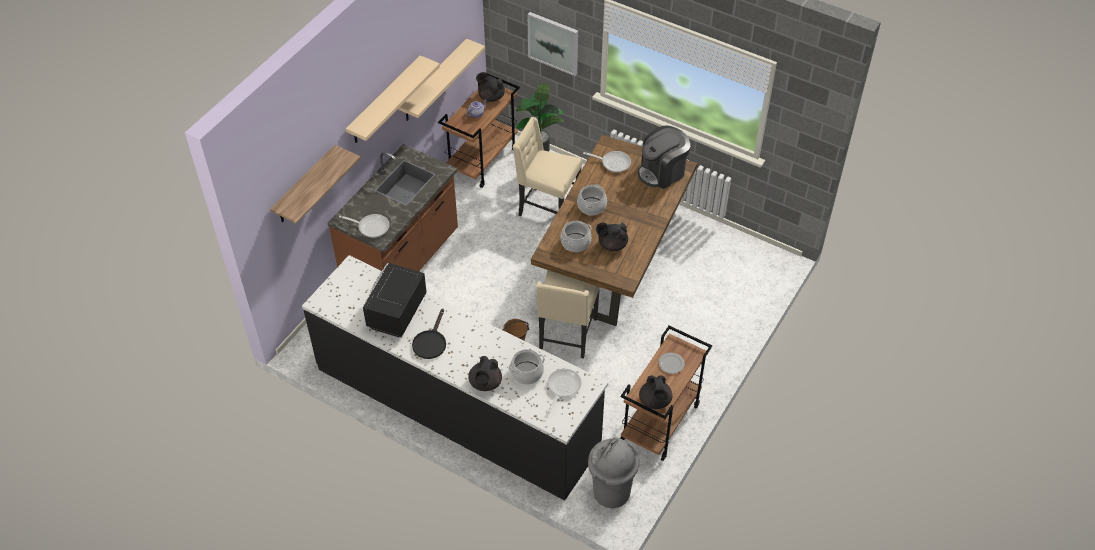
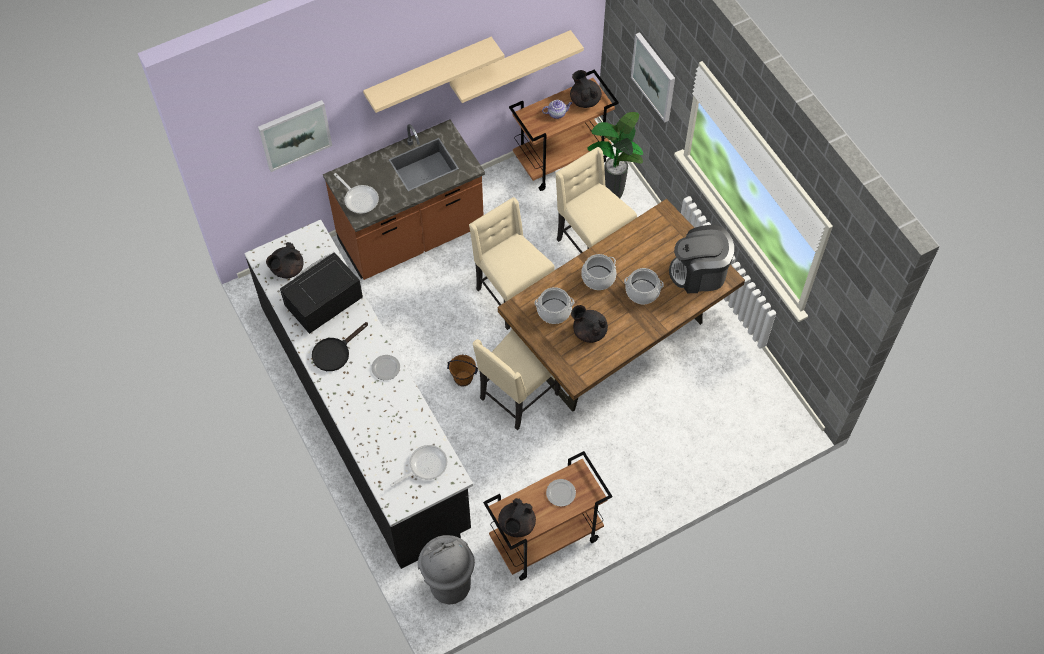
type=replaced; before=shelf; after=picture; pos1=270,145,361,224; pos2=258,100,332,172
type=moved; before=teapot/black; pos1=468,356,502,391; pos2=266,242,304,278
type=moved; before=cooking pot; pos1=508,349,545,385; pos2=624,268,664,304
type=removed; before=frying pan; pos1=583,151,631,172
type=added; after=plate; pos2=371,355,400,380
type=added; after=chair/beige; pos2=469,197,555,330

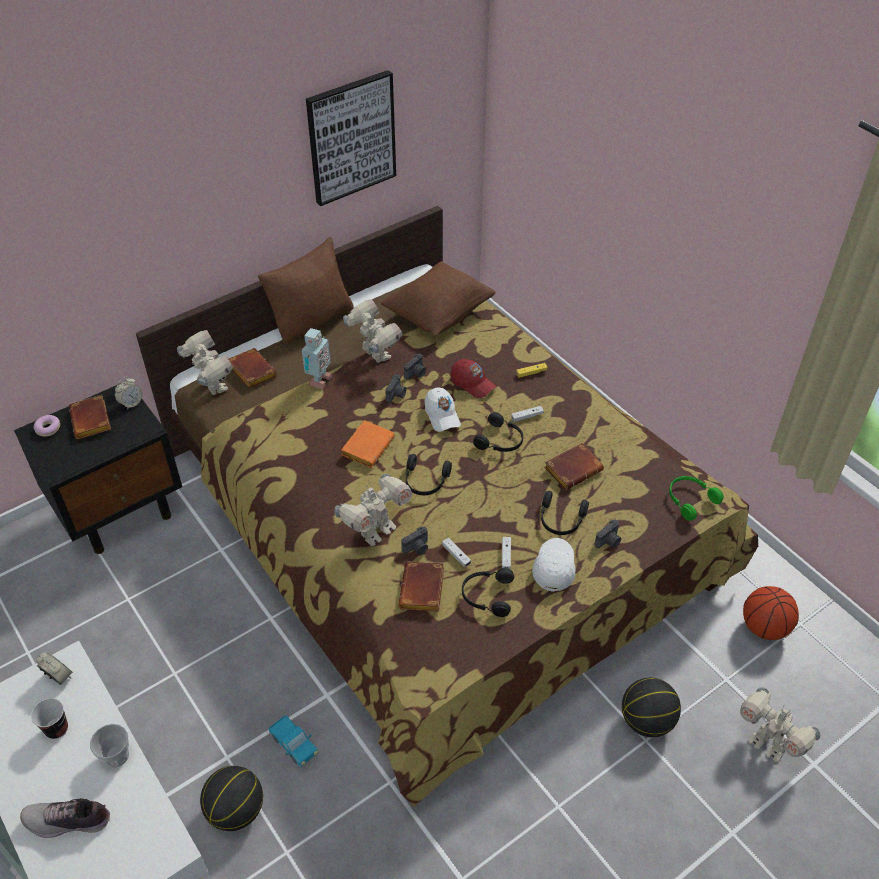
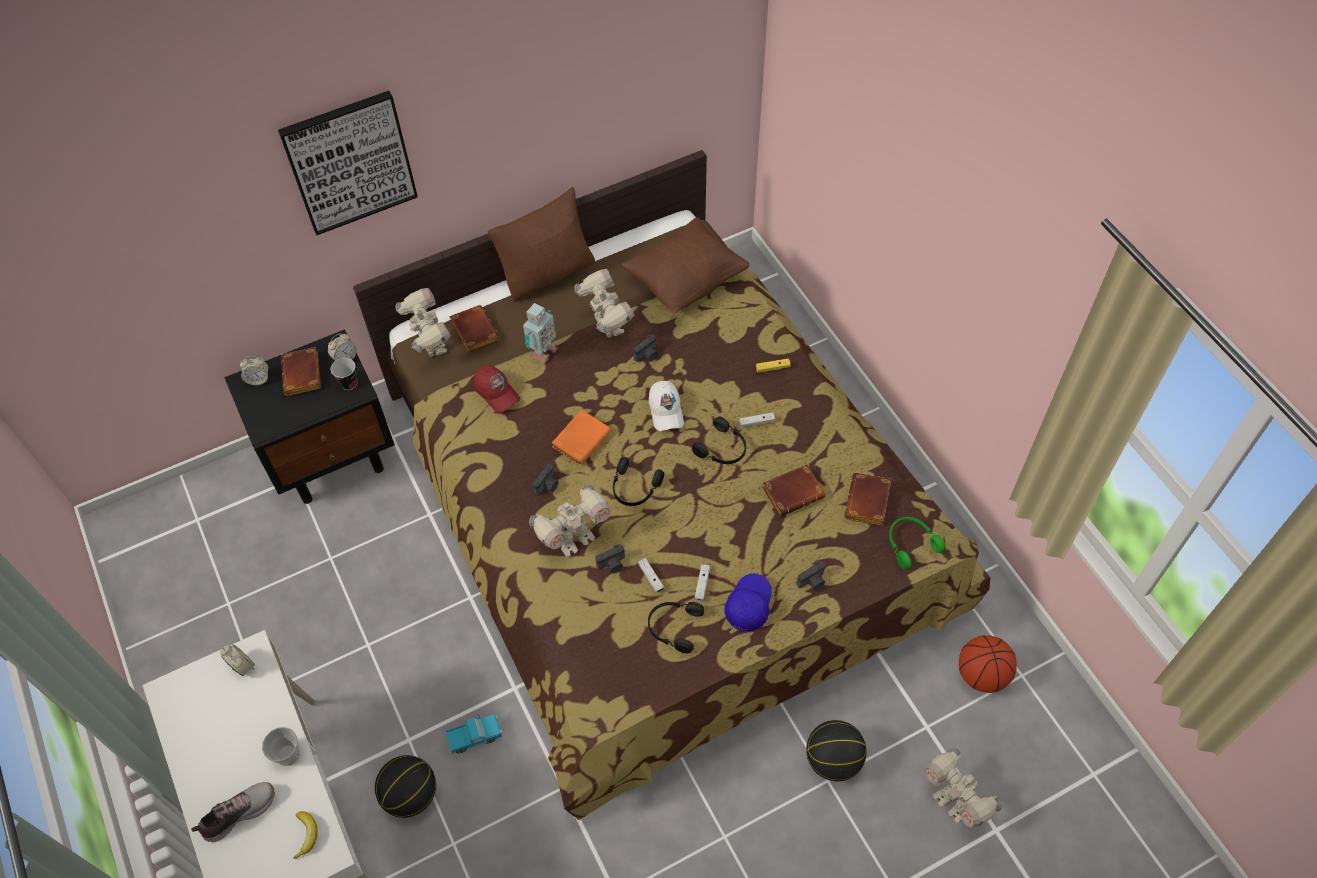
type=turned; before=shoe; pos1=20,798,110,838; pos2=191,782,275,842; turn=135
type=moved; before=cup; pos1=31,698,68,739; pos2=331,358,358,390
type=replaced; before=donut; after=alarm clock; pos1=33,415,60,437; pos2=240,356,269,385
type=turned; before=toy truck; pos1=269,715,319,768; pos2=446,714,503,754; turn=-75
type=moved; before=picture; pos1=306,70,396,206; pos2=278,91,418,235
type=moved; before=photo camera; pos1=385,374,406,402; pos2=532,464,559,496
type=moved; before=book/brown; pos1=398,562,444,612; pos2=844,473,892,526
type=moved; before=cap/red; pos1=451,359,497,398; pos2=474,365,520,413
type=recoloured; before=cap/white; after=cap/blue; pos1=532,538,576,592; pos2=725,573,772,632
type=removed; before=headphones/black; pos1=541,491,589,535
type=added; after=banana; pos2=293,811,317,859

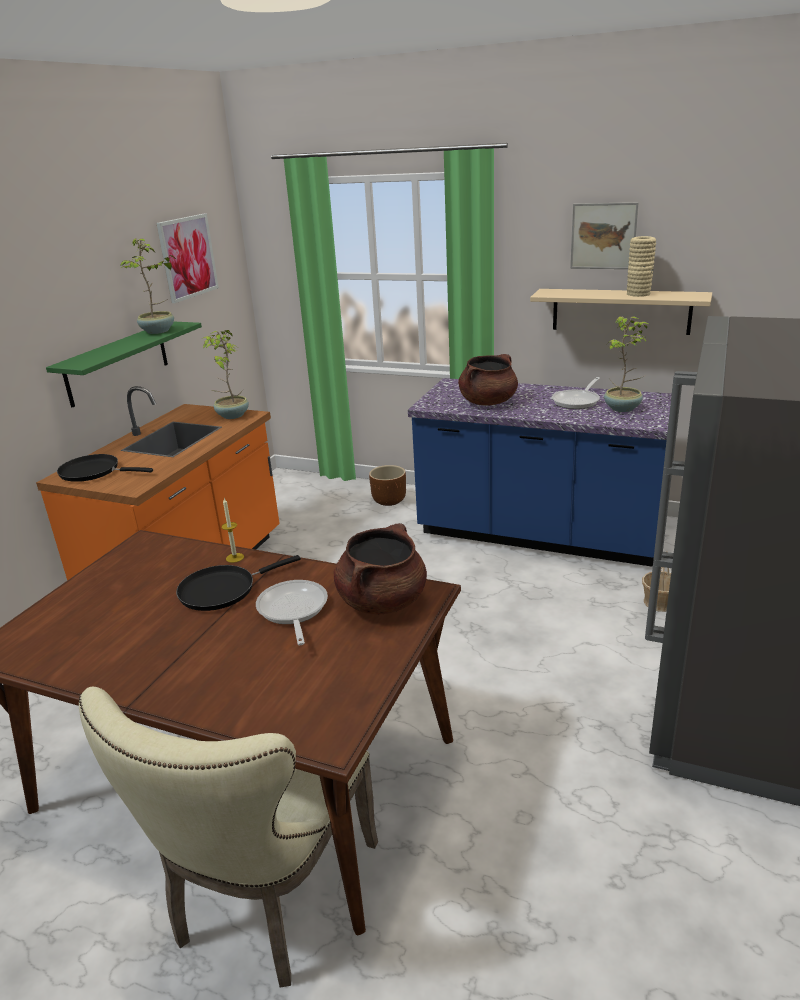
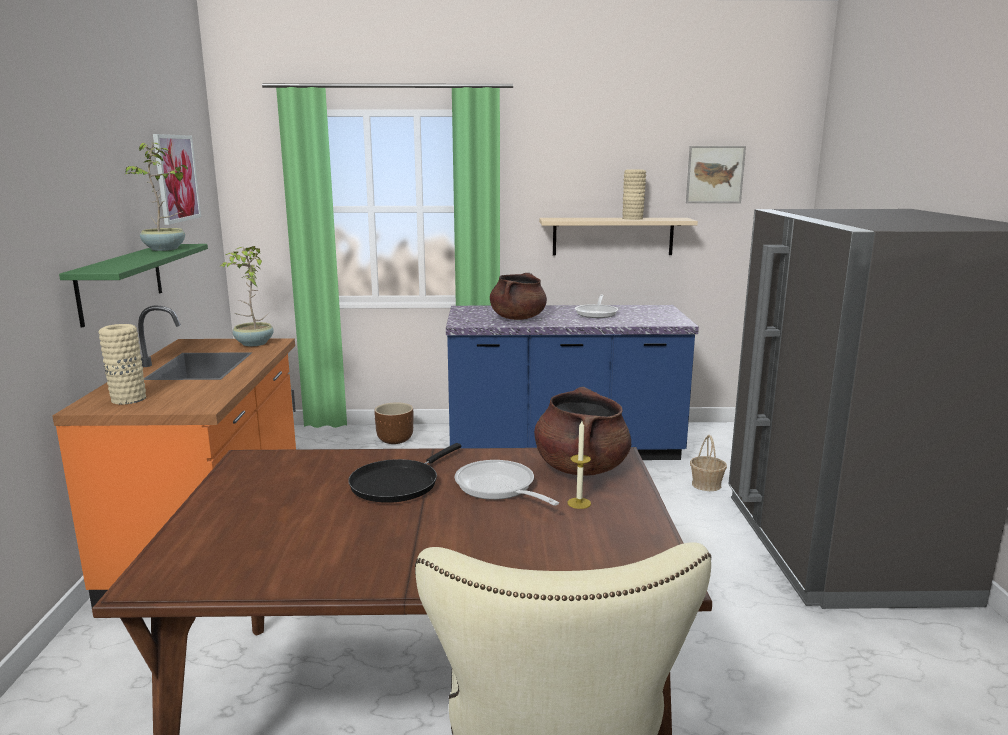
type=replaced; before=frying pan/black; after=vase/beige; pos1=57,454,153,482; pos2=98,324,146,405
type=moved; before=candle; pos1=221,498,244,563; pos2=567,421,591,509
type=moved; before=picture; pos1=570,202,639,269; pos2=686,146,746,203
type=removed; before=potted plant; pos1=604,316,648,412

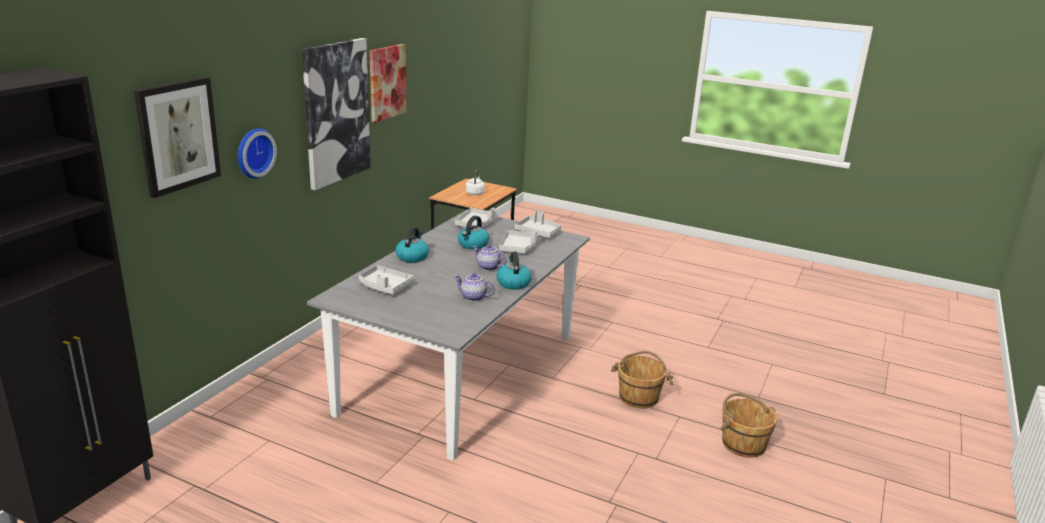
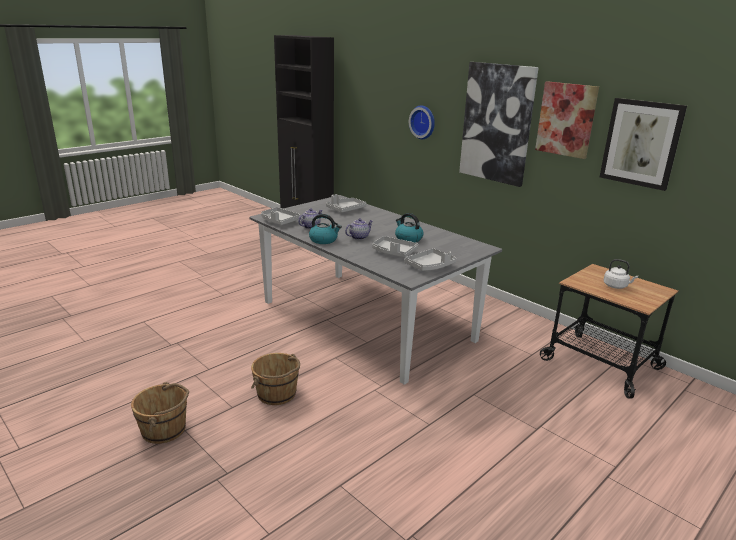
type=moved; before=picture; pos1=134,77,221,198; pos2=600,98,687,191
type=removed; before=kettle; pos1=396,227,429,262
type=moved; before=tray/grey; pos1=455,208,498,228; pos2=261,207,300,225

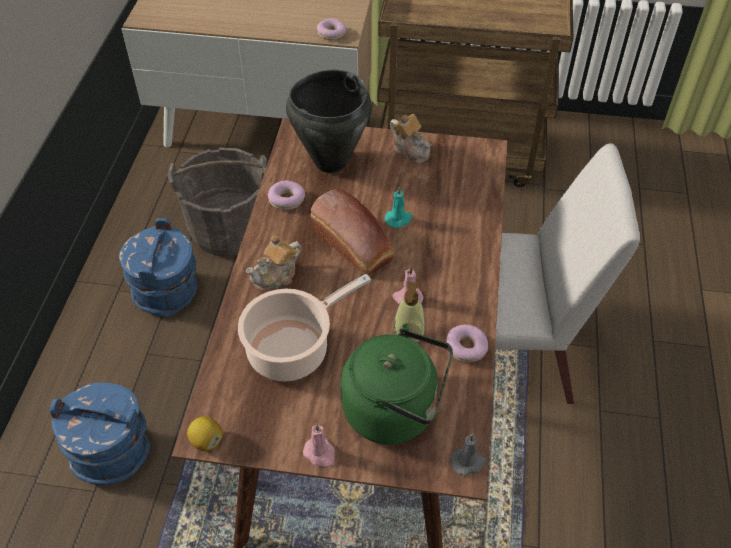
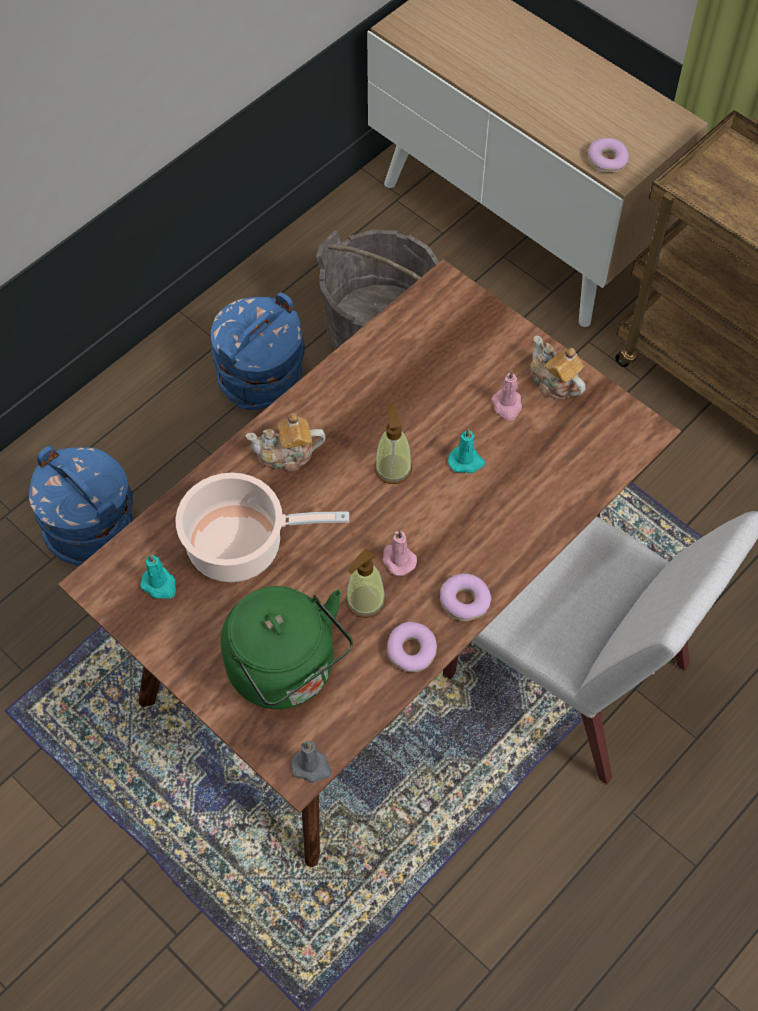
type=removed; before=lemon; pos1=187,416,223,451
type=moved; before=donut; pos1=268,180,305,210; pos2=440,573,491,621
type=removed; before=cooking pot/black; pos1=286,70,371,173
type=moved; before=candle/pink; pos1=303,424,335,467; pos2=491,370,522,421
type=replaced; before=bread; after=soap dispenser; pos1=310,189,395,275; pos2=374,404,412,484
type=turned; before=teapot; pos1=390,114,432,164; pos2=530,336,586,399; turn=150
type=added; after=candle/turquoise; pos2=140,554,176,599

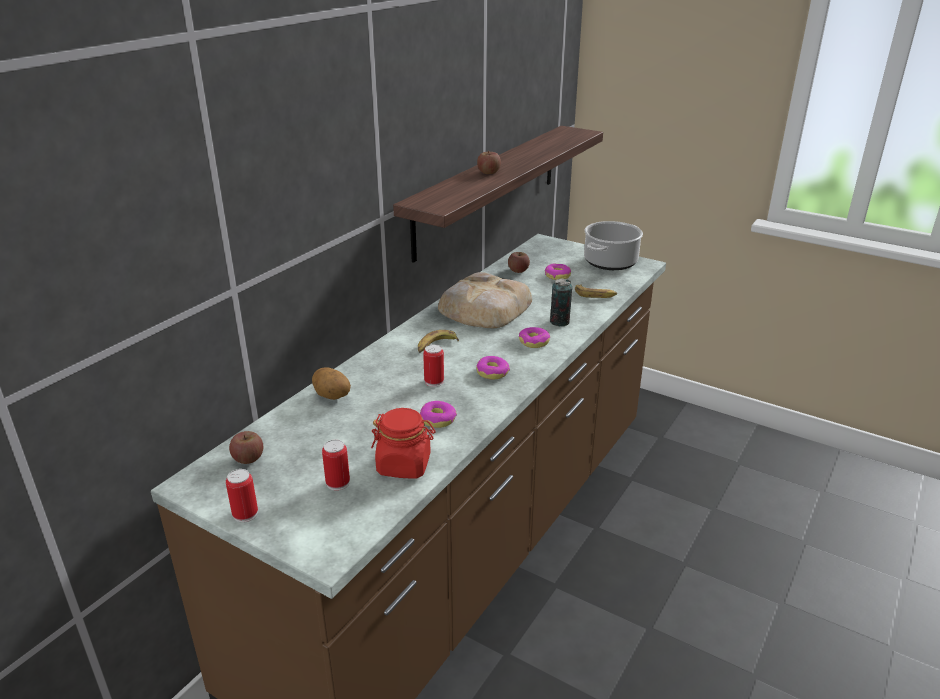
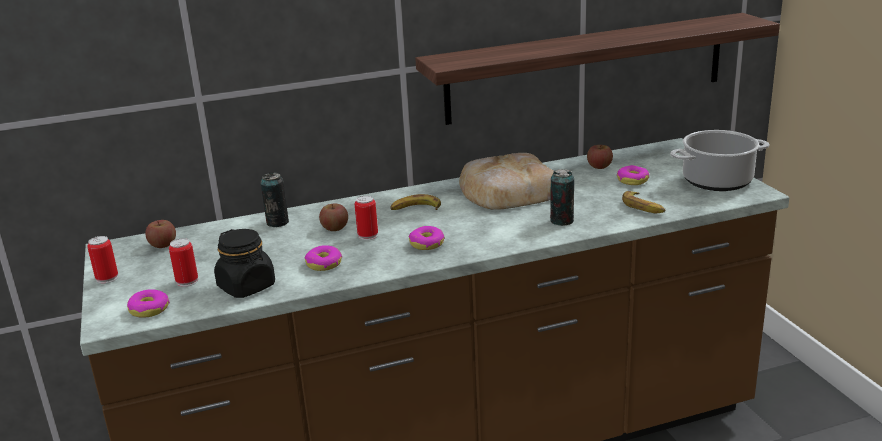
type=replaced; before=potato; after=can; pos1=312,367,351,400; pos2=260,173,289,227
type=recoloured; before=jar/red; after=jar/black; pos1=371,408,436,479; pos2=214,229,275,298
type=moved; before=apple; pos1=477,151,501,174; pos2=319,204,348,231
type=moved; before=donut; pos1=519,327,550,348; pos2=127,289,170,318

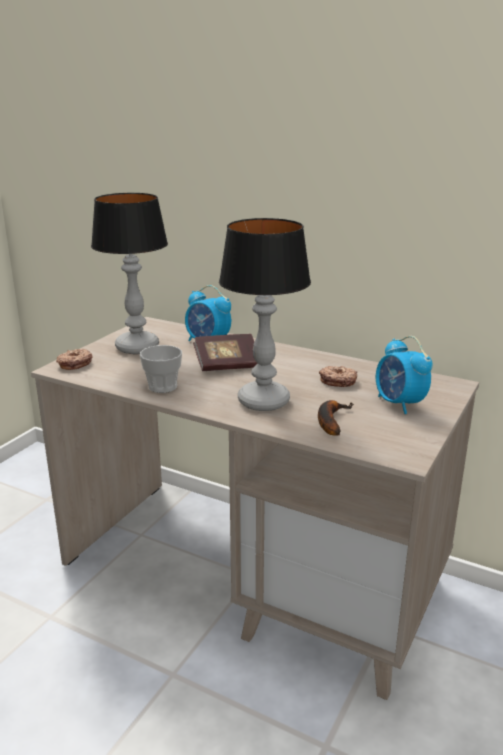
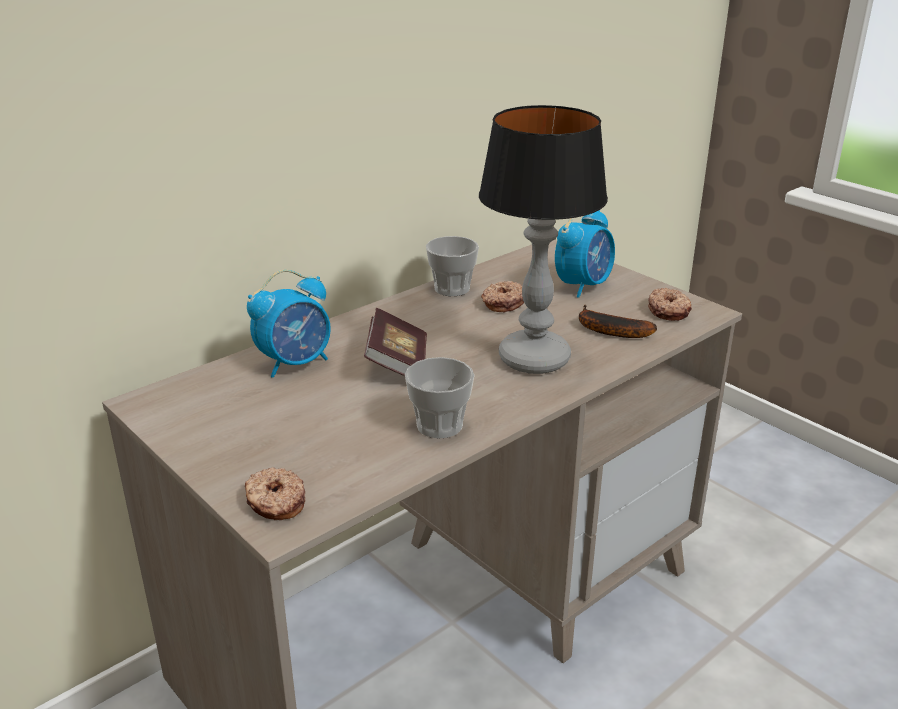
type=removed; before=table lamp; pos1=91,193,168,354
type=turned; before=alarm clock; pos1=376,336,433,414; pos2=555,210,615,298; turn=-45
type=added; after=cup; pos2=426,236,479,296
type=added; after=donut; pos2=648,288,692,321

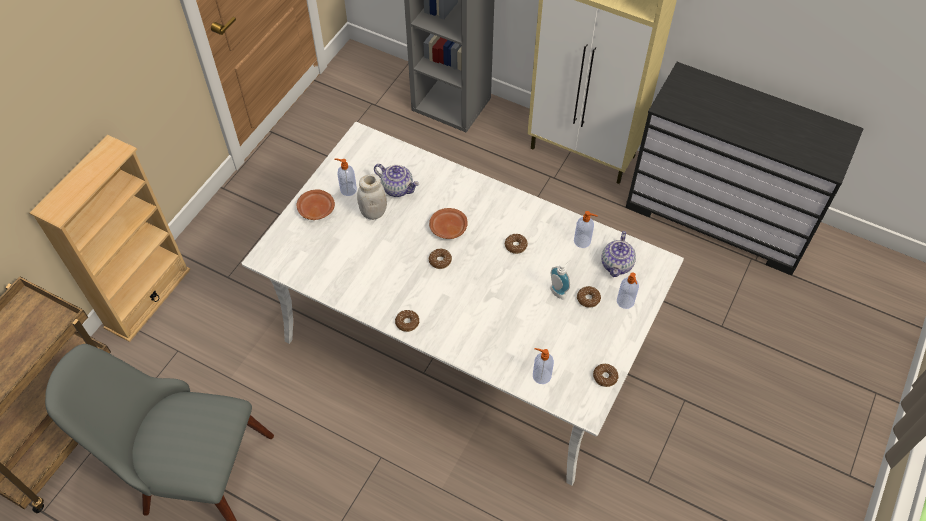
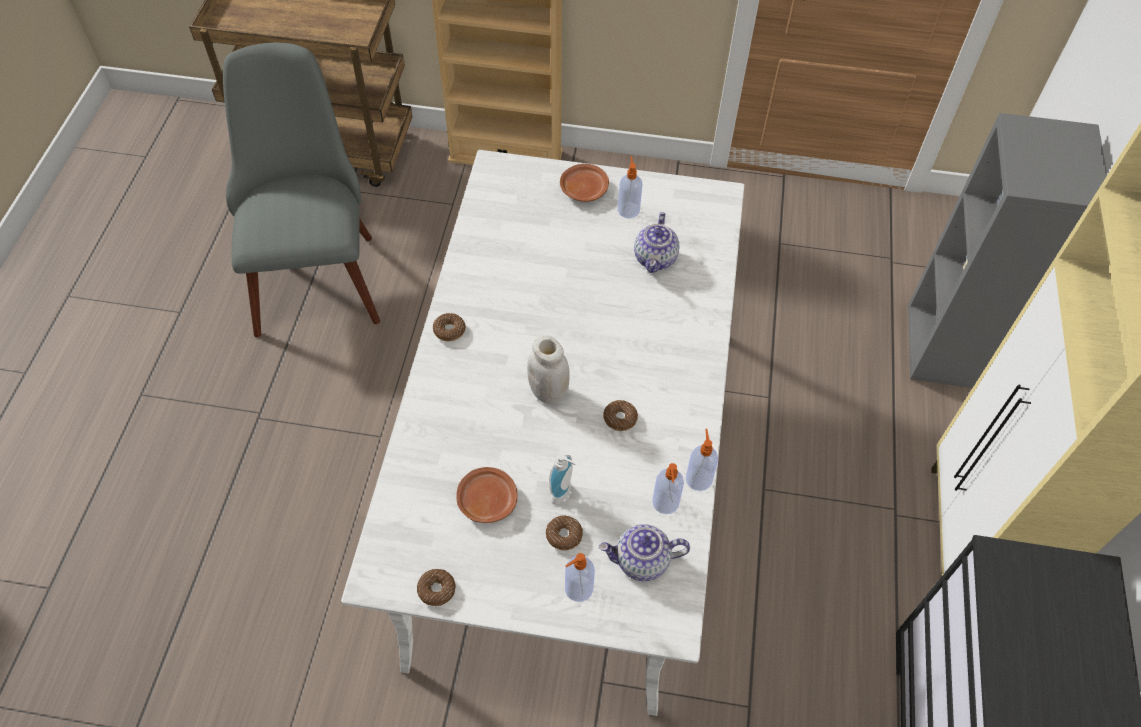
type=moved; before=jar/white; pos1=357,174,387,220; pos2=527,336,570,404
type=moved; before=plate/brown; pos1=429,208,468,239; pos2=456,467,518,523
type=removed; before=donut; pos1=429,249,452,269
type=moved; before=soap dispenser; pos1=533,348,554,384; pos2=686,429,718,491

